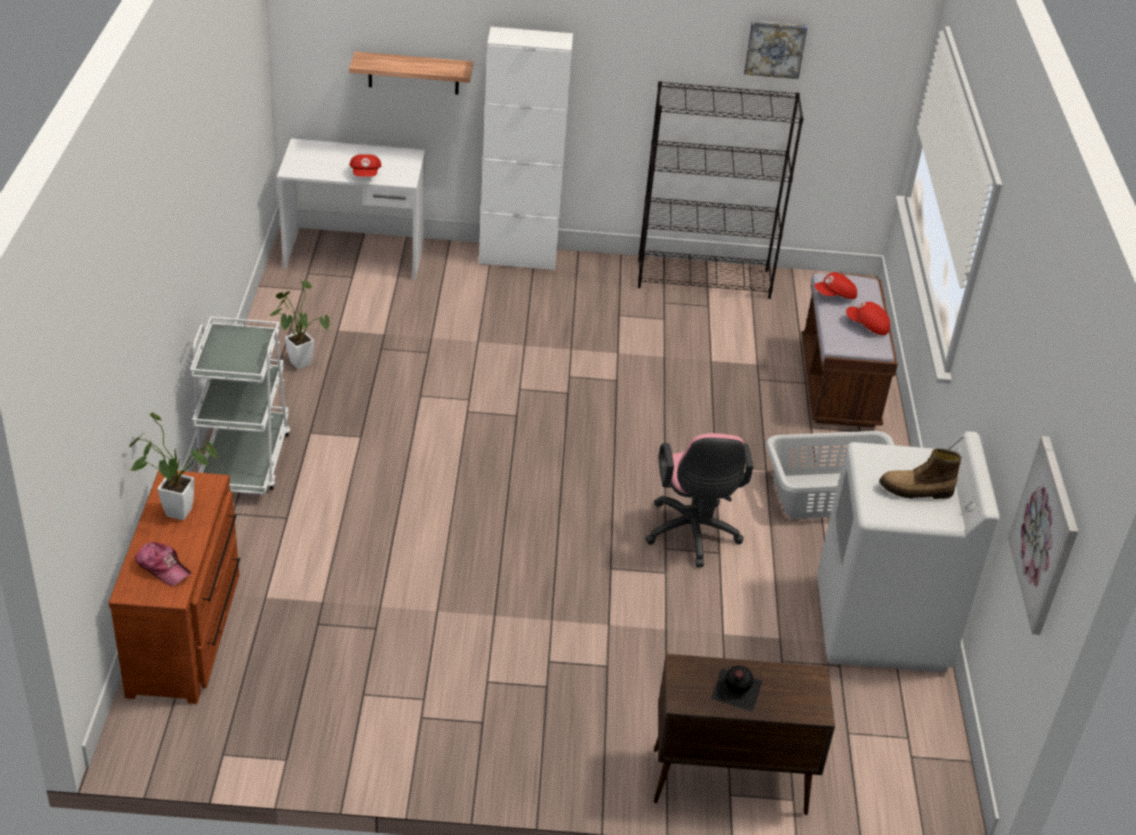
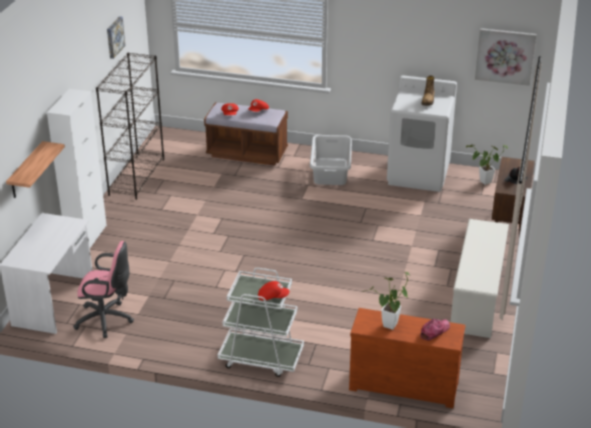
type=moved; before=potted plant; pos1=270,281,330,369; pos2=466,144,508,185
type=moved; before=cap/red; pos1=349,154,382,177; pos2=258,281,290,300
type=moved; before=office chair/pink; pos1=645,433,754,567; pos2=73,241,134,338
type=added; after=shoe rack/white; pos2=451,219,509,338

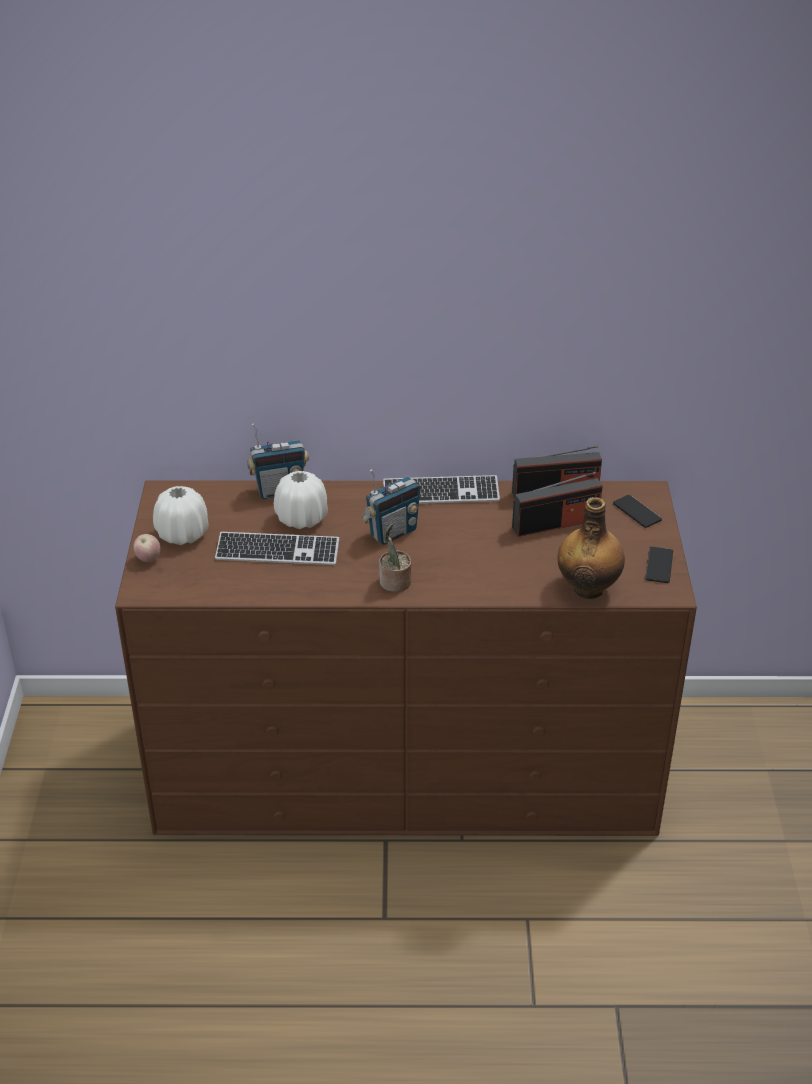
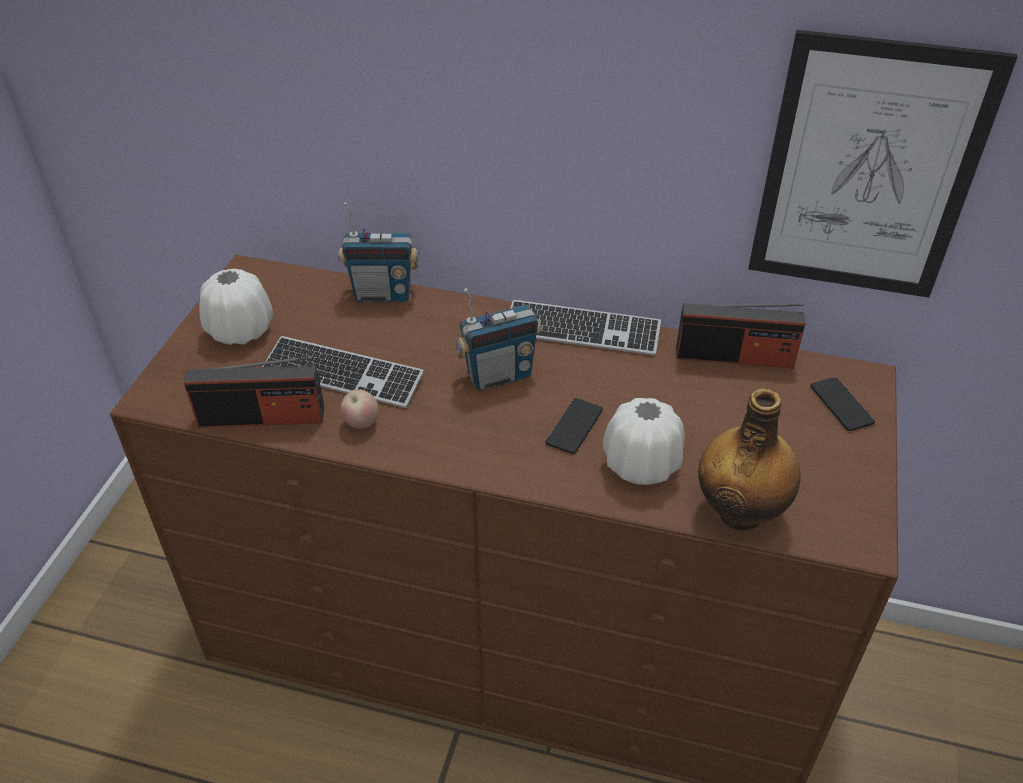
type=moved; before=apple; pos1=133,534,161,562; pos2=341,389,378,429
type=moved; before=vase/white; pos1=274,471,328,529; pos2=603,398,684,485
type=removed; before=potted plant; pos1=379,524,412,592
type=moved; before=radio; pos1=512,472,602,537; pos2=184,356,324,428
type=moved; before=phone; pos1=645,547,673,583; pos2=545,398,603,454
type=added; after=picture; pos2=748,30,1017,298

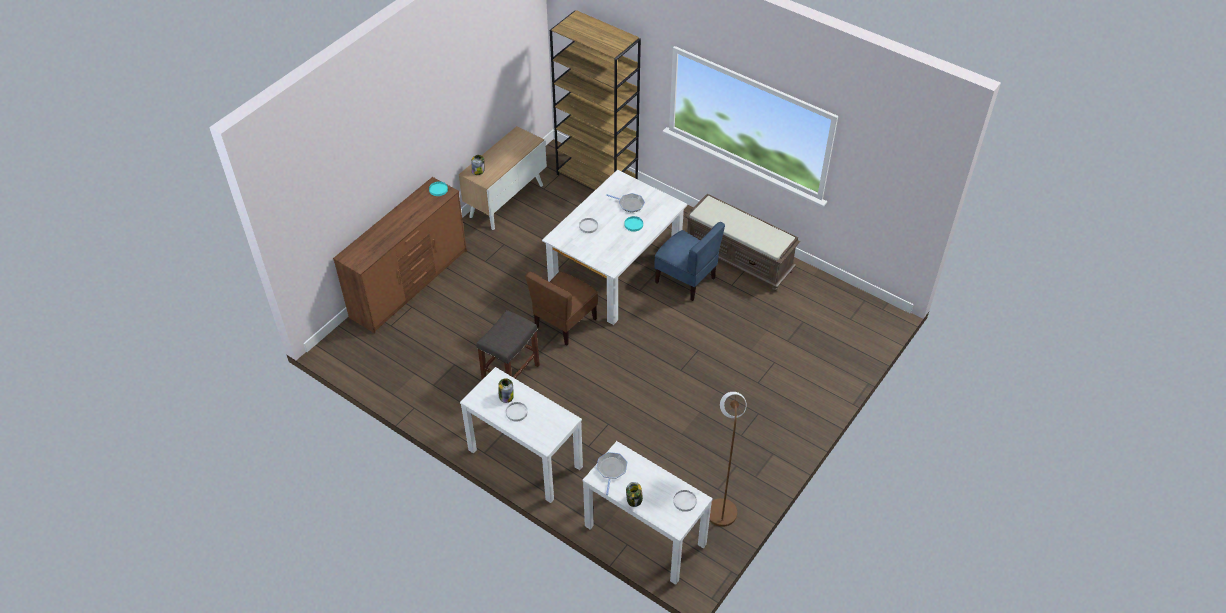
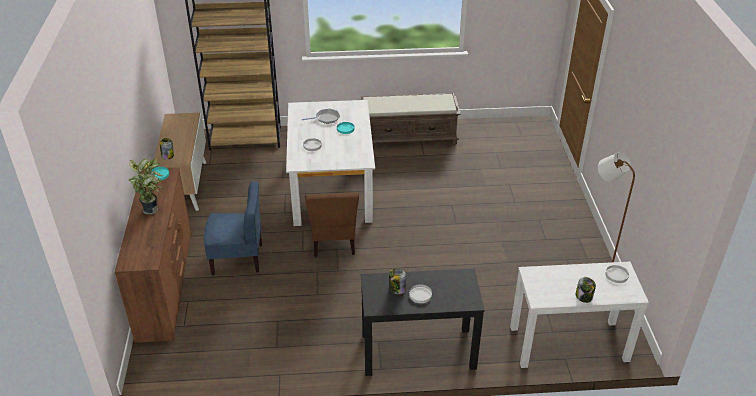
type=recoloured; before=console table/white; after=console table/black; pos1=460,367,583,503; pos2=361,268,485,376
type=removed; before=stool/grey; pos1=476,310,540,380
type=removed; before=frying pan; pos1=596,452,627,495
type=moved; before=chair/blue; pos1=655,222,725,301; pos2=204,181,262,275
type=added; after=potted plant; pos2=128,158,163,214

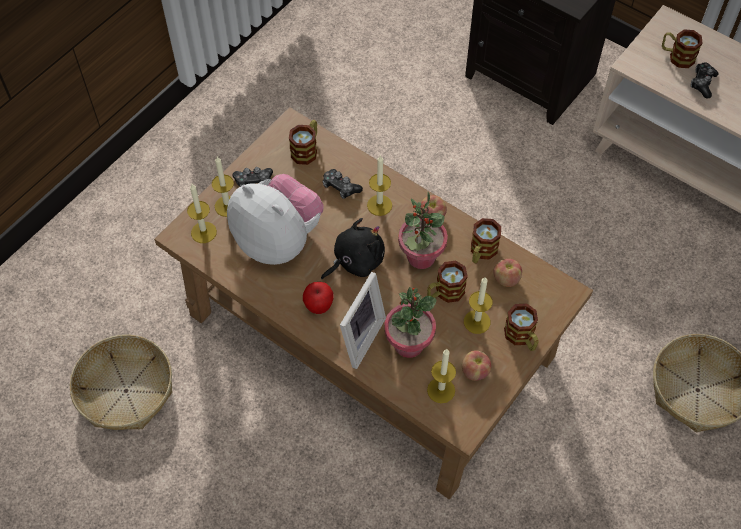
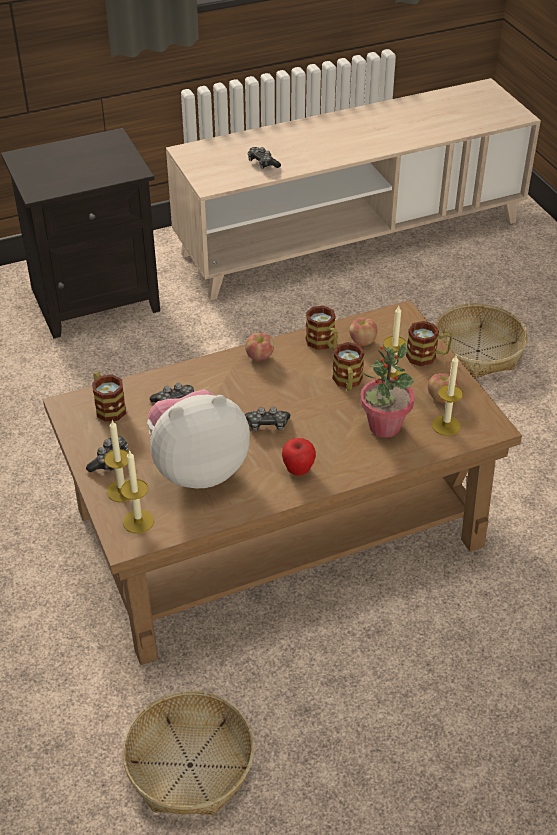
type=replaced; before=plush toy/black; after=game controller; pos1=321,218,385,280; pos2=245,407,290,431
type=removed; before=picture frame; pos1=340,272,386,369
type=removed; before=candle; pos1=367,155,392,216
type=removed; before=potted plant; pos1=398,192,448,269
type=removed; before=mug; pos1=662,30,703,68

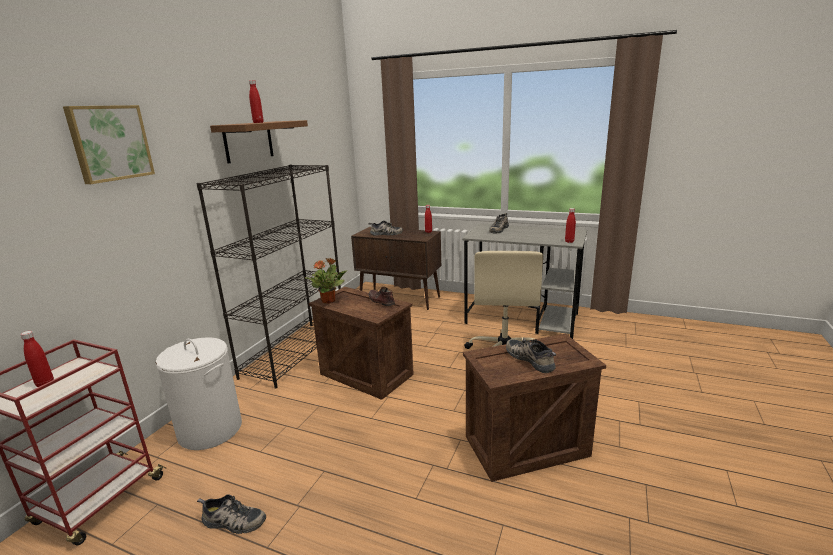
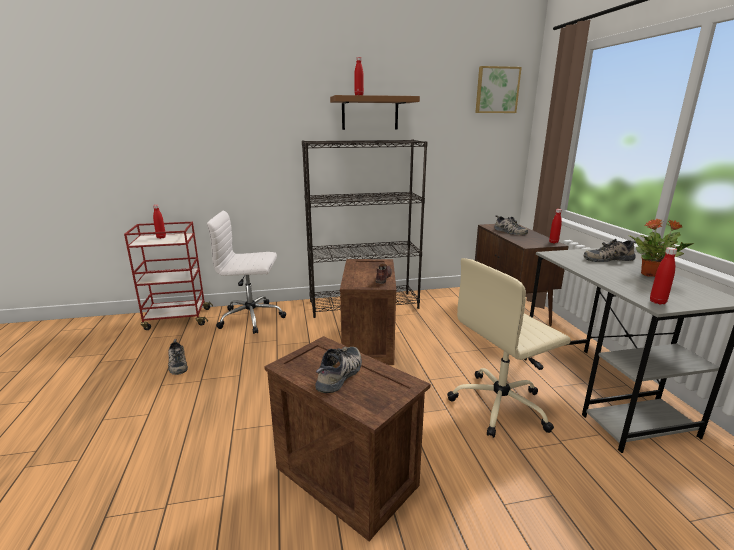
type=moved; before=picture; pos1=63,105,155,184; pos2=475,66,522,113
type=replaced; before=laundry basket/white; after=office chair/white; pos1=156,337,242,450; pos2=207,211,286,334
type=moved; before=potted plant; pos1=305,258,347,304; pos2=629,218,694,277

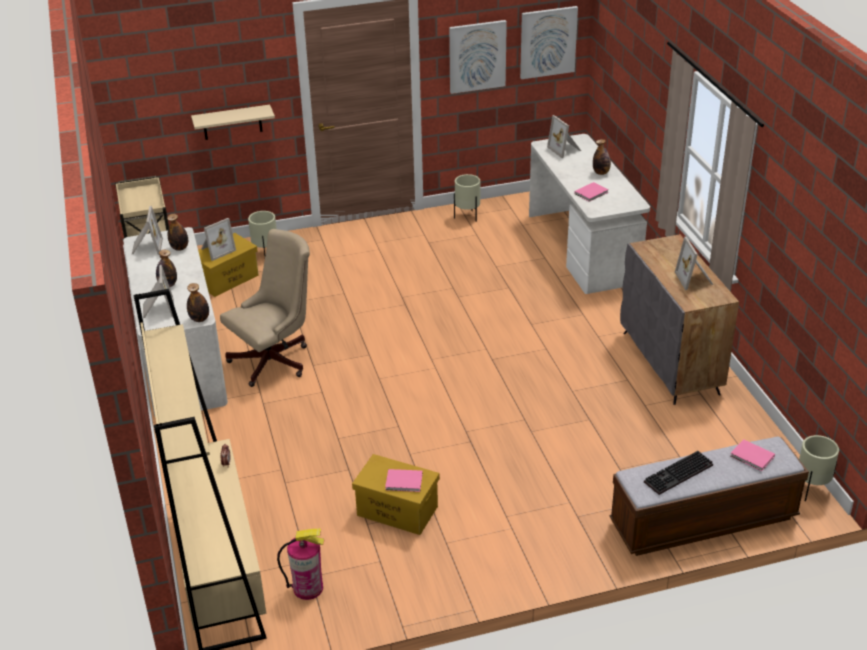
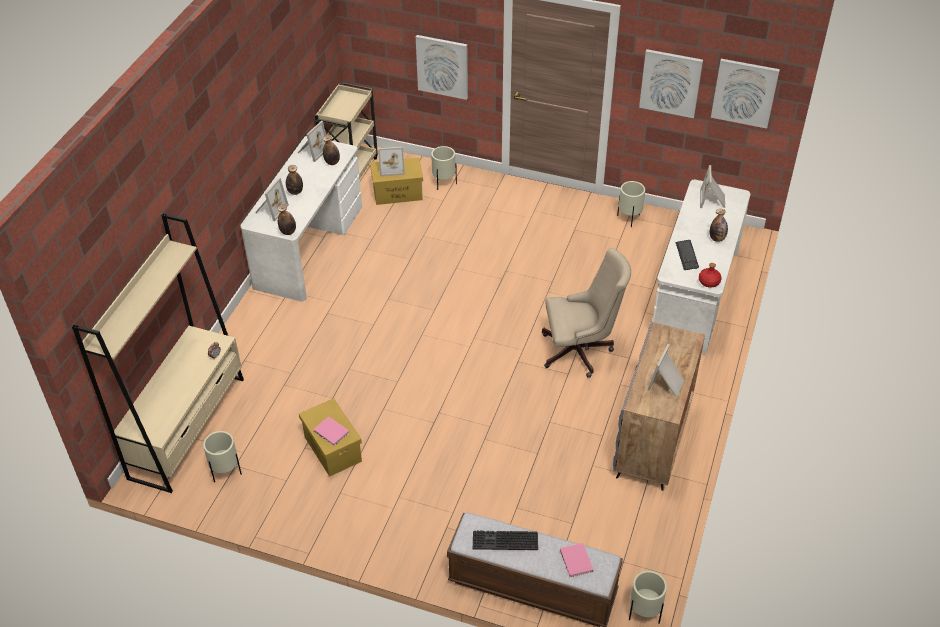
type=replaced; before=shelf/beige; after=picture; pos1=191,104,275,140; pos2=416,35,468,100
type=moved; before=office chair/beige; pos1=220,229,310,387; pos2=542,248,631,378
type=replaced; before=fire extinguisher; after=planter/beige; pos1=277,529,325,600; pos2=203,431,242,482
type=replaced; before=book/pink; after=keyboard; pos1=575,182,609,202; pos2=676,240,699,270
type=added; after=bottle/red; pos2=699,263,721,288

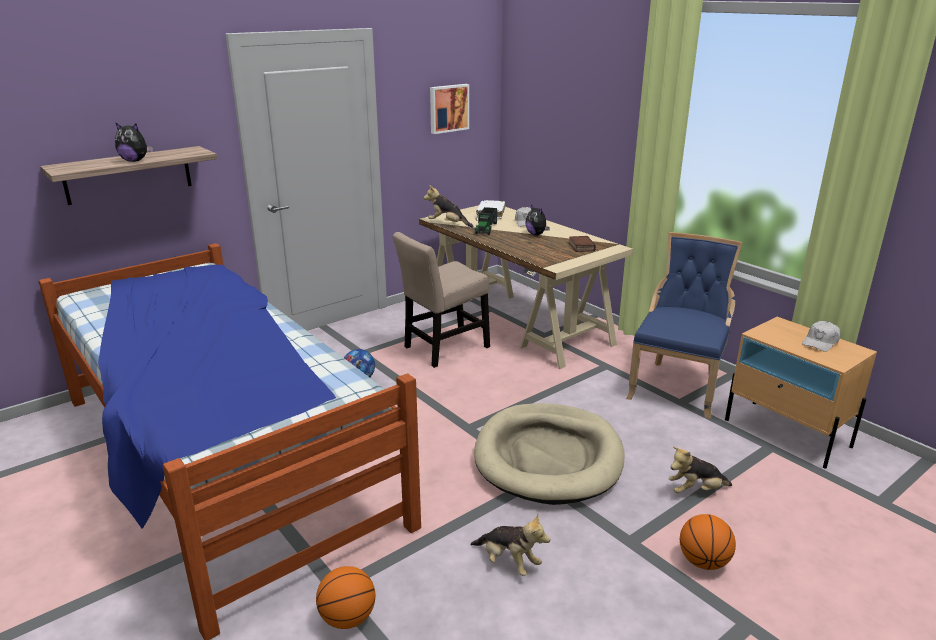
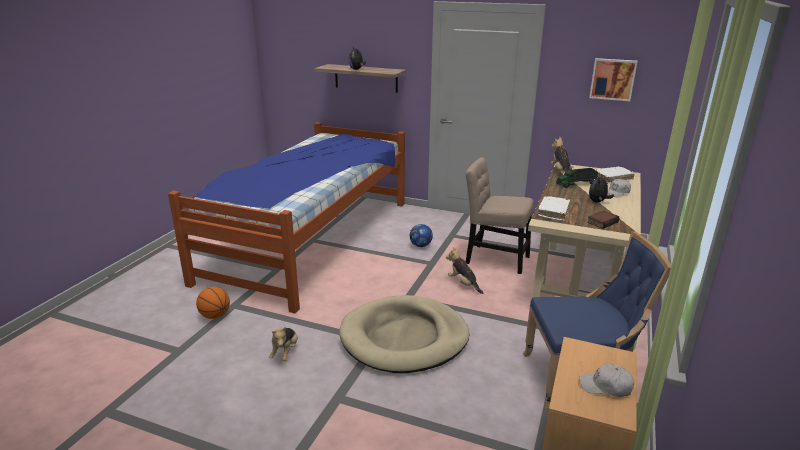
type=moved; before=plush toy; pos1=669,446,732,493; pos2=446,247,483,294
type=removed; before=basketball; pos1=680,514,736,570
type=added; after=book/white; pos2=537,196,570,221

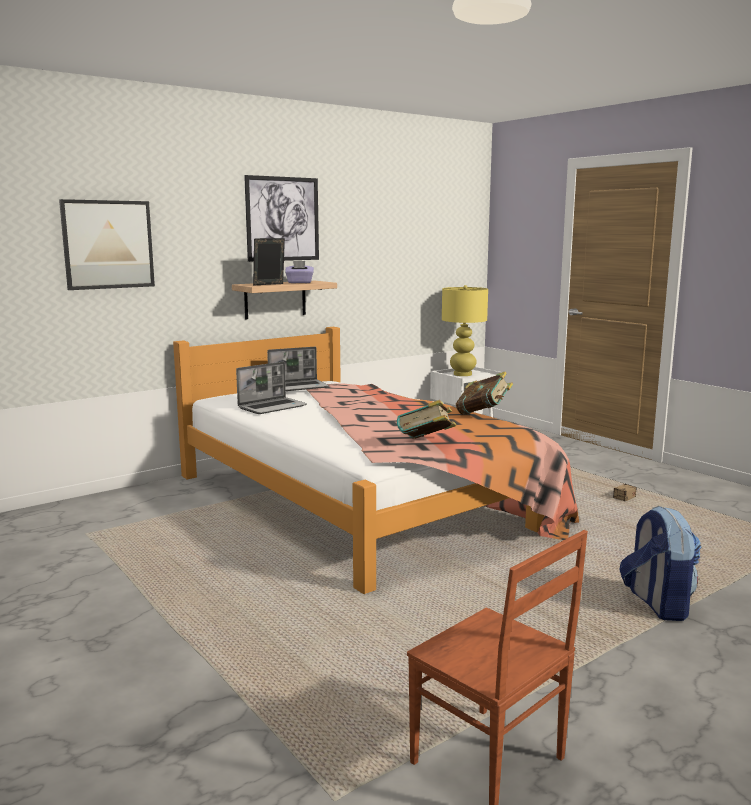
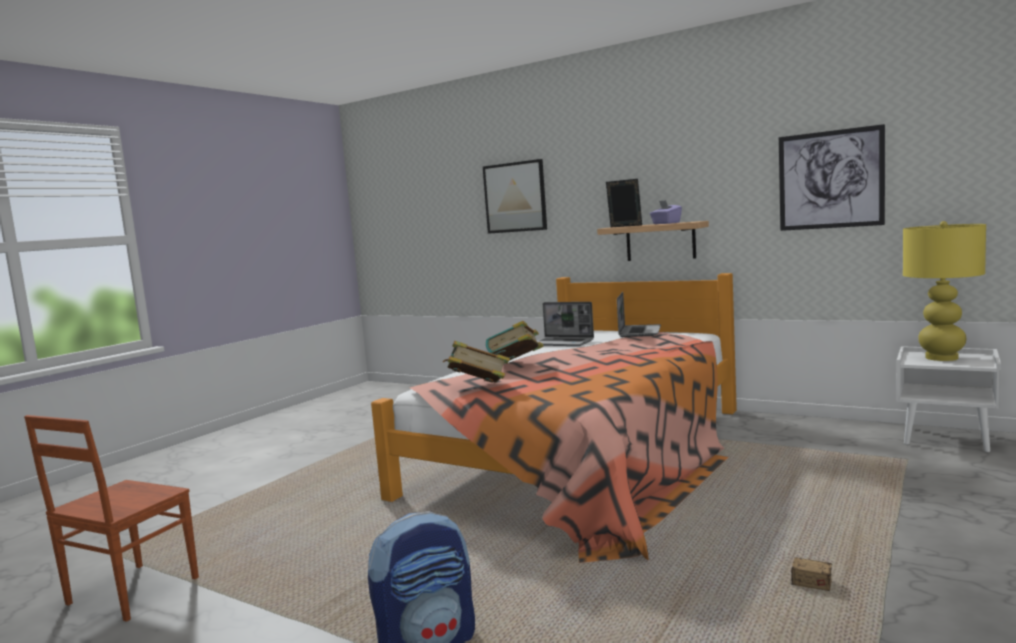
type=moved; before=picture; pos1=244,175,319,262; pos2=779,124,885,231
type=turned; before=laptop; pos1=267,347,329,391; pos2=617,292,661,337; turn=-120
type=moved; before=book; pos1=456,371,513,415; pos2=486,321,544,361

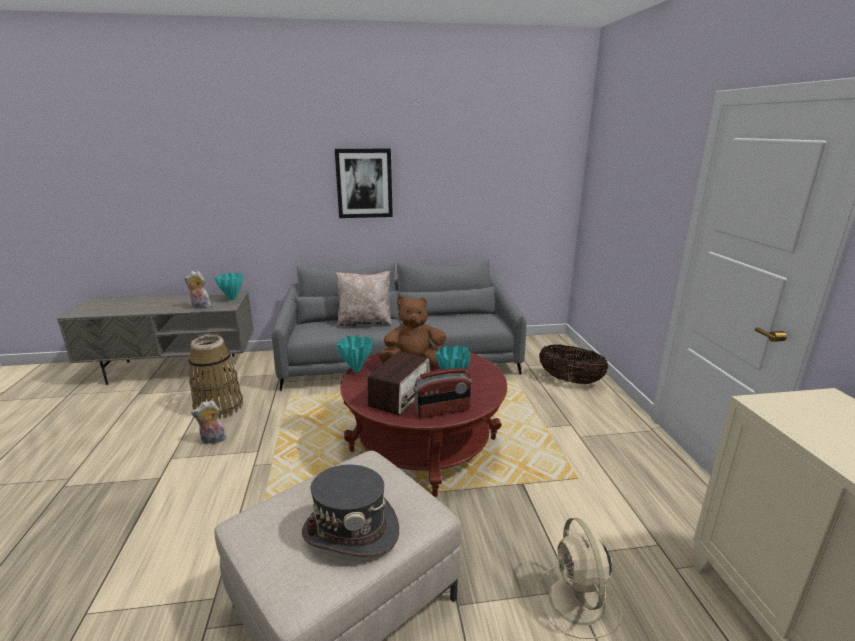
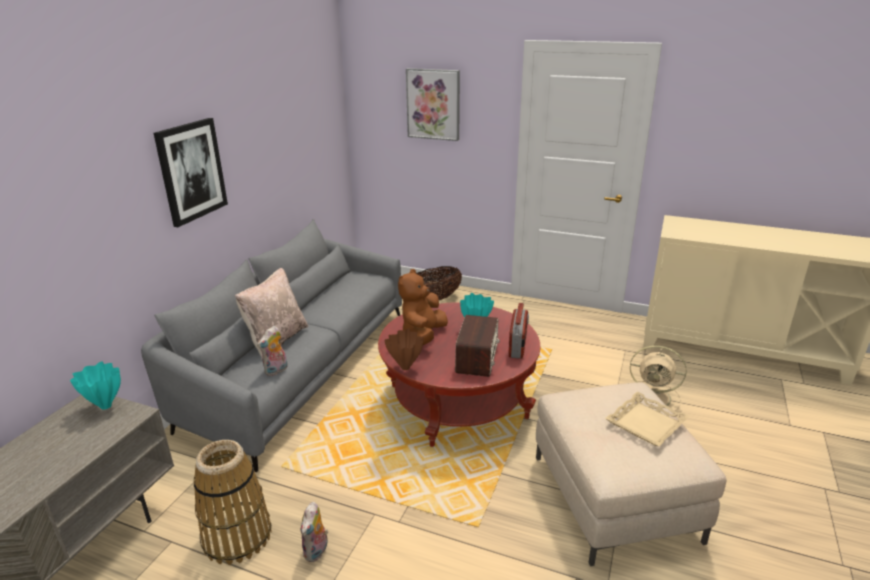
type=moved; before=plush toy; pos1=184,271,212,309; pos2=257,326,288,376
type=replaced; before=hat/grey; after=tray/beige; pos1=302,465,399,557; pos2=605,392,690,446
type=recoloured; before=vase/turquoise; after=vase/brown; pos1=336,335,373,372; pos2=384,328,424,370
type=turned; before=radio; pos1=367,351,430,415; pos2=455,315,500,377; turn=45
type=added; after=picture; pos2=406,68,460,141

